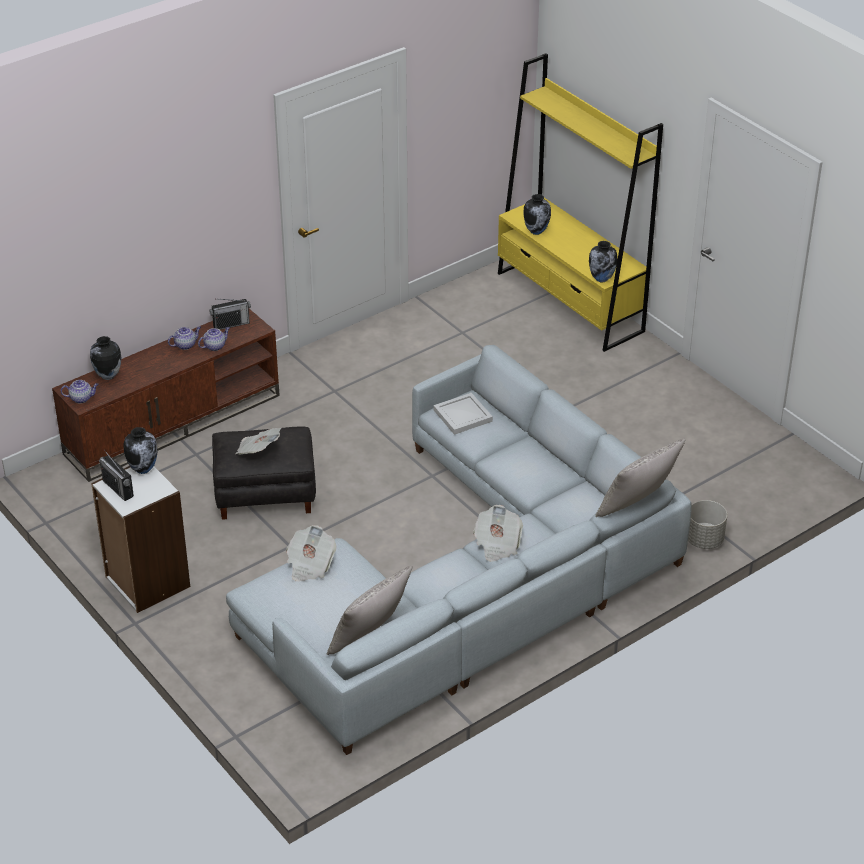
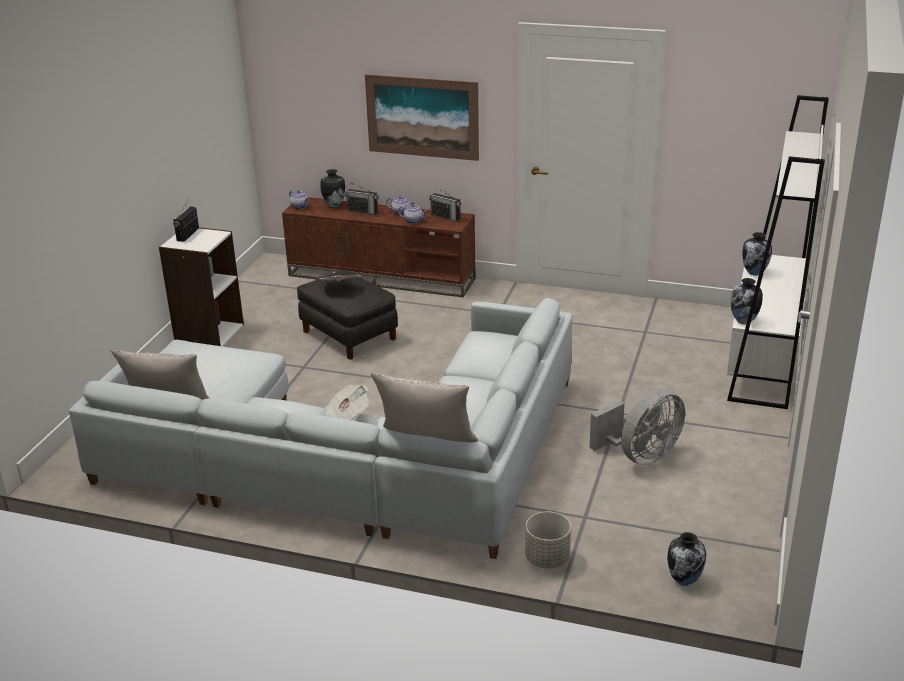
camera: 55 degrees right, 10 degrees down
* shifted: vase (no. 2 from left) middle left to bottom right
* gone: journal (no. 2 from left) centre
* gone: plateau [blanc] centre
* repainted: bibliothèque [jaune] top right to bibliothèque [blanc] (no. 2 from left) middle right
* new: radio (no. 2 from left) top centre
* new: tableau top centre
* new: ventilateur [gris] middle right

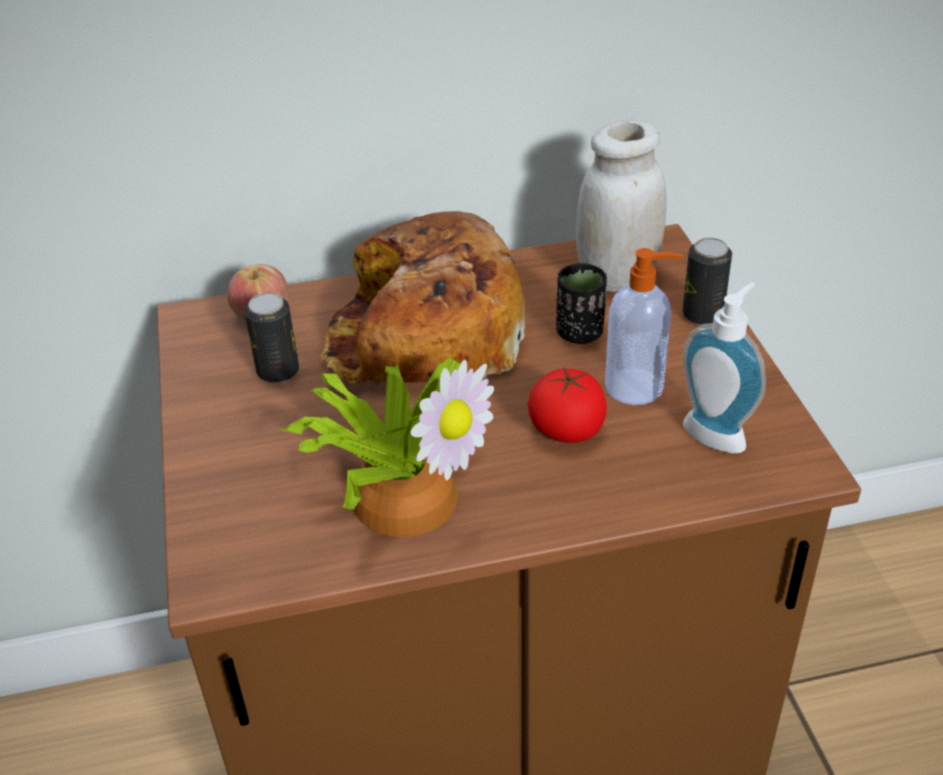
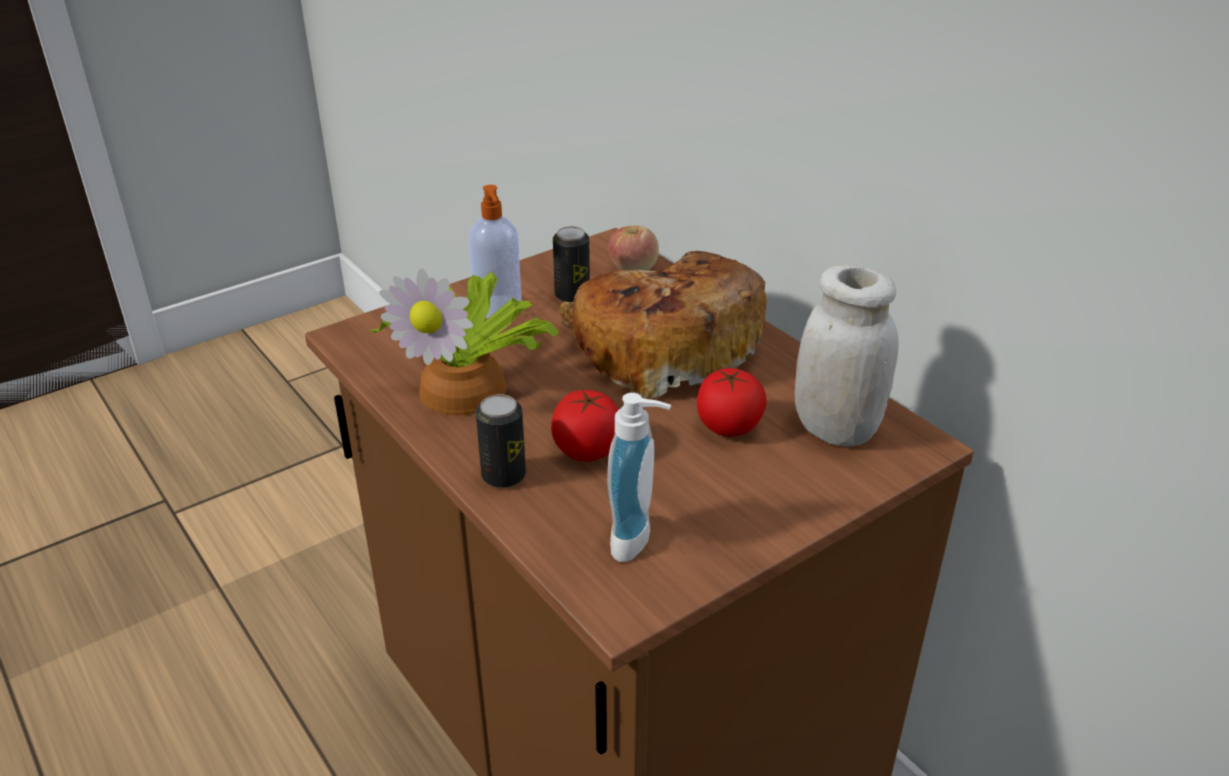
camera: 65 degrees right, 5 degrees down
* swapped: tasse [noir] centre to tomate (no. 2 from left) centre
* shifted: distributeur de savon (no. 1 from left) middle right to top centre
* shifted: boîte métallique (no. 2 from left in the first image) middle right to boîte métallique (no. 1 from left) centre

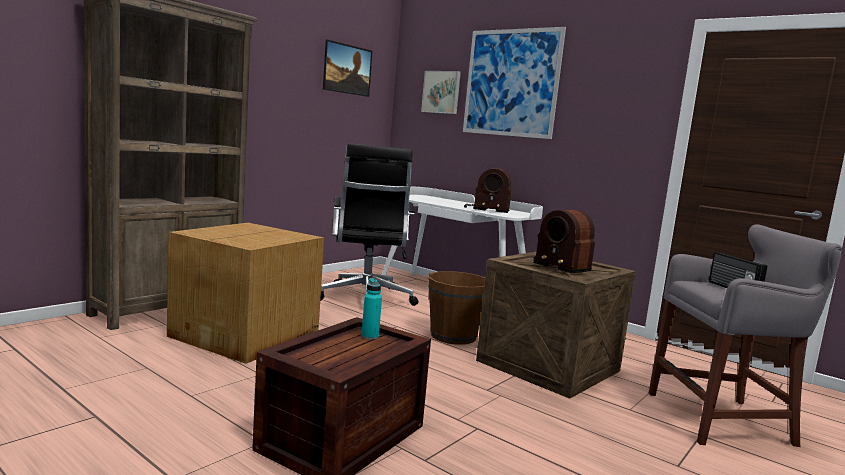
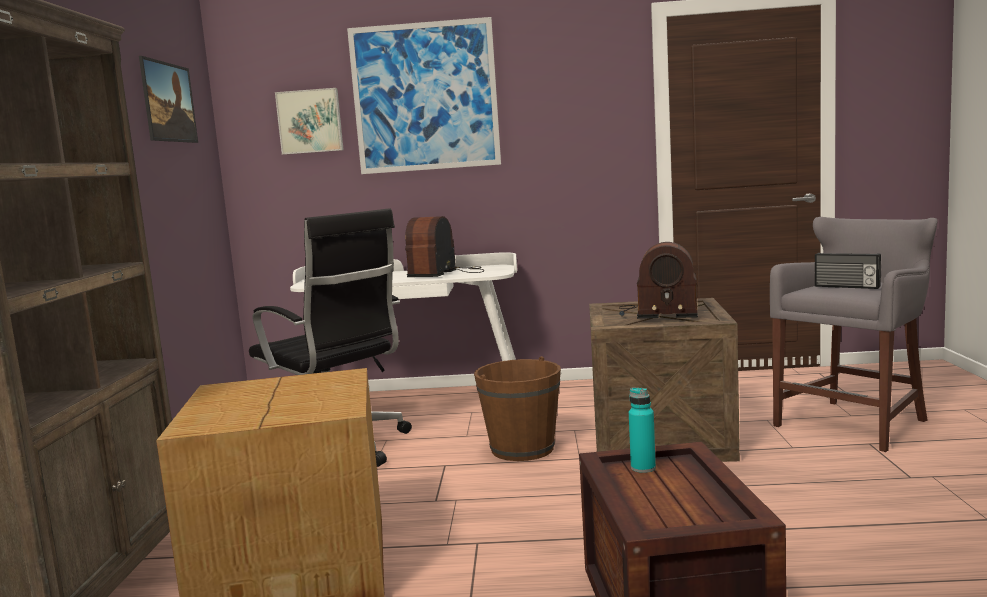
camera: 35 degrees left, 0 degrees up
* rotated: radio (no. 1 from left) centre = centre 135 degrees clockwise

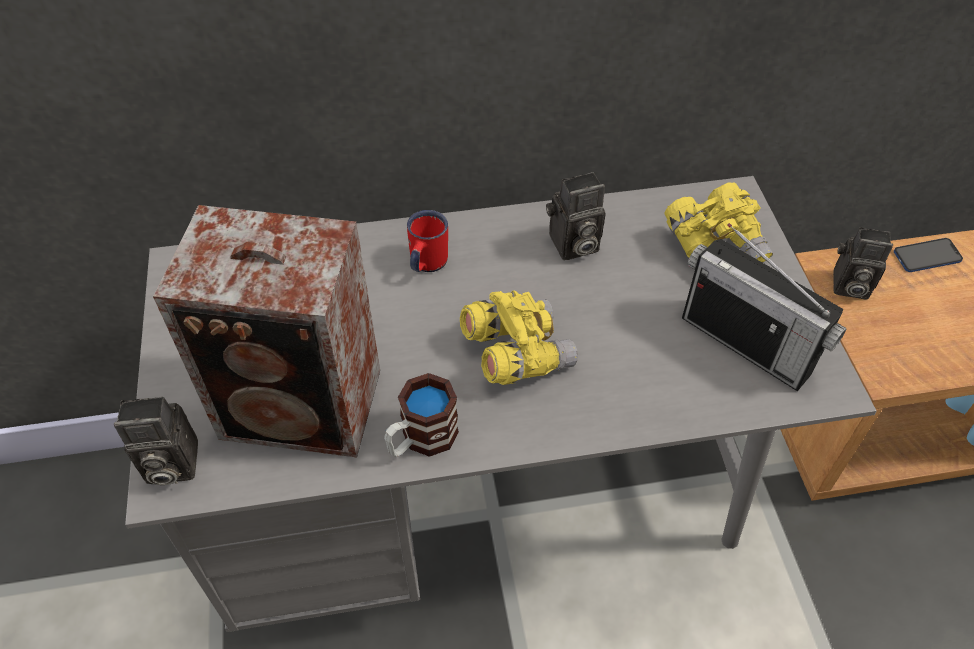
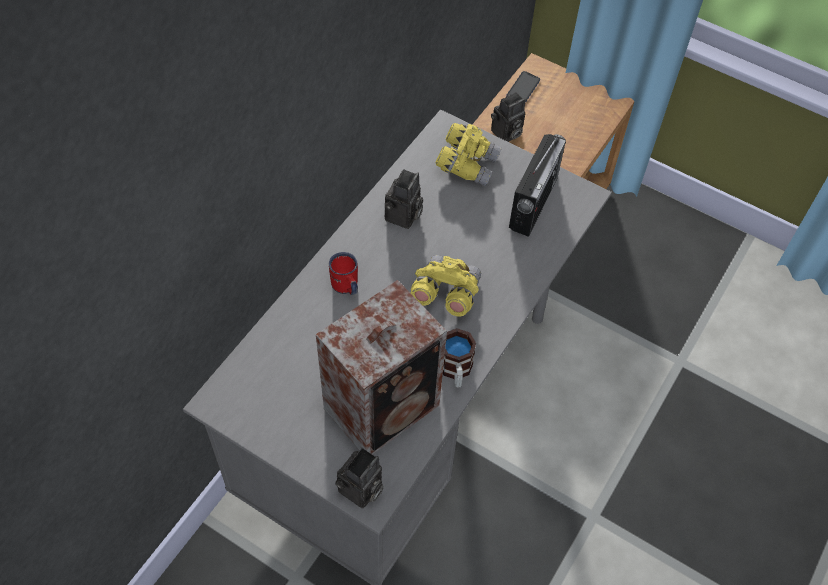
camera: 50 degrees left, 5 degrees up
* rotated: radio middle right = top centre 60 degrees counterclockwise

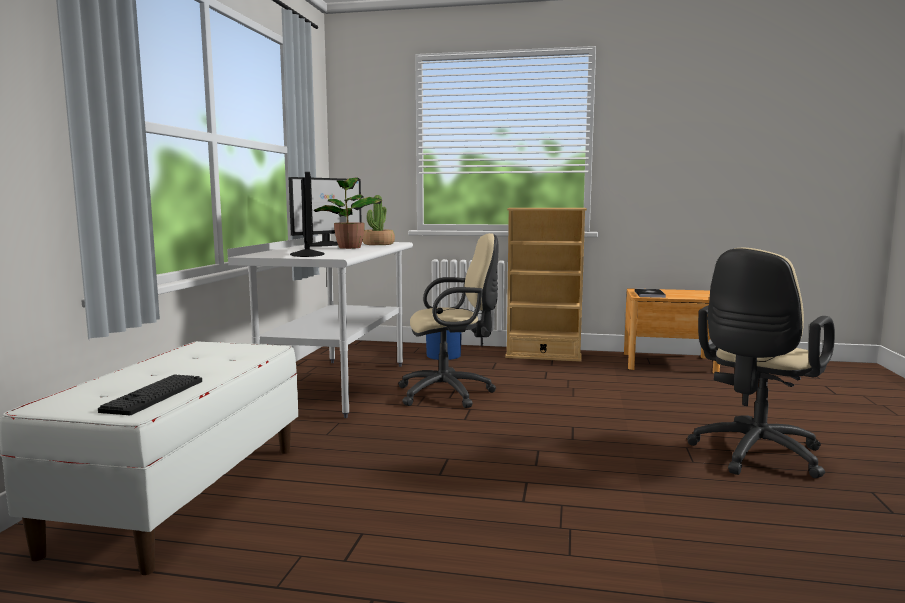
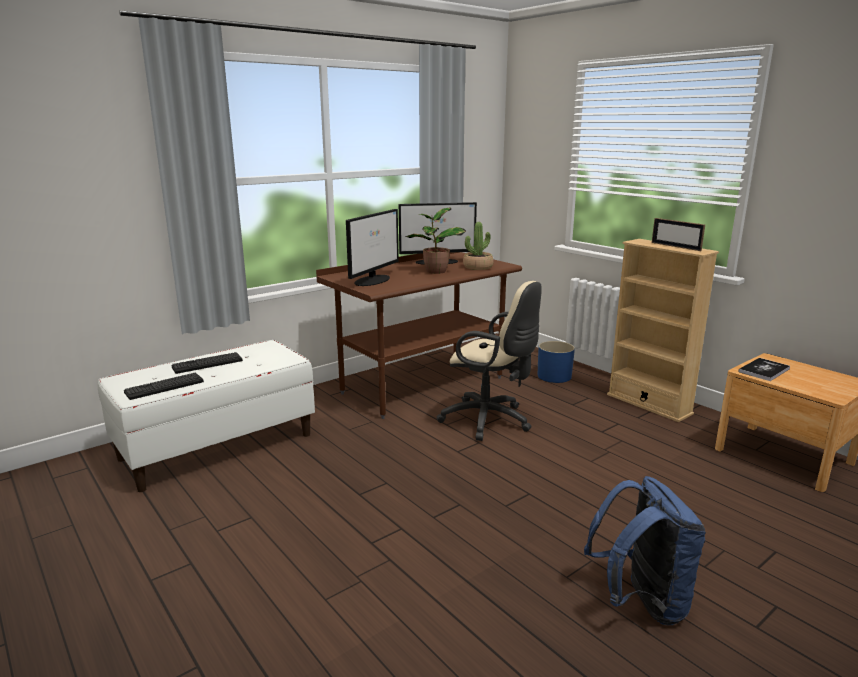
camera: 40 degrees right, 10 degrees up
* repainted: bureau [blanc] centre to bureau [marron] centre
* swapped: chaise de bureau [beige] (no. 2 from left) middle right to sac à dos [bleu] bottom right
* new: clavier (no. 2 from left) middle left
* new: cadre photo middle right

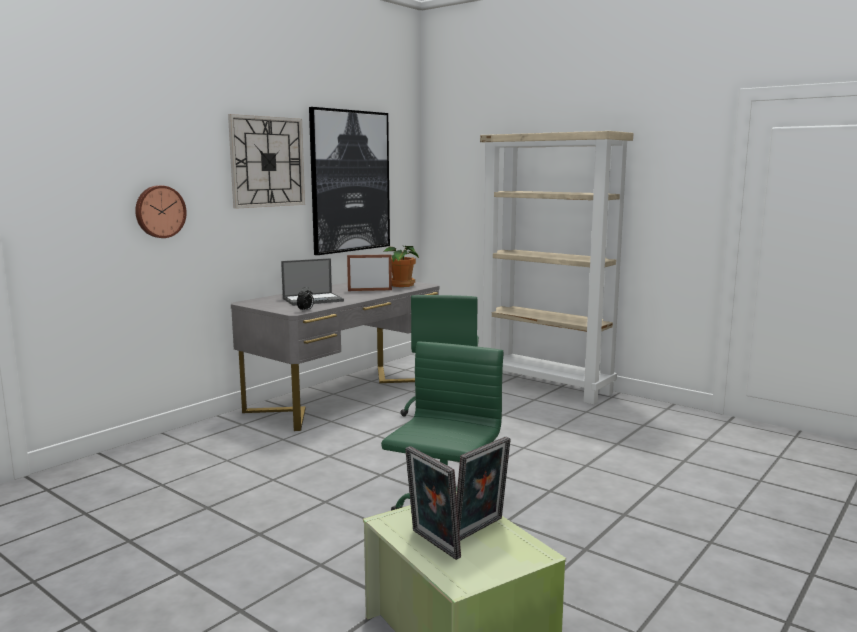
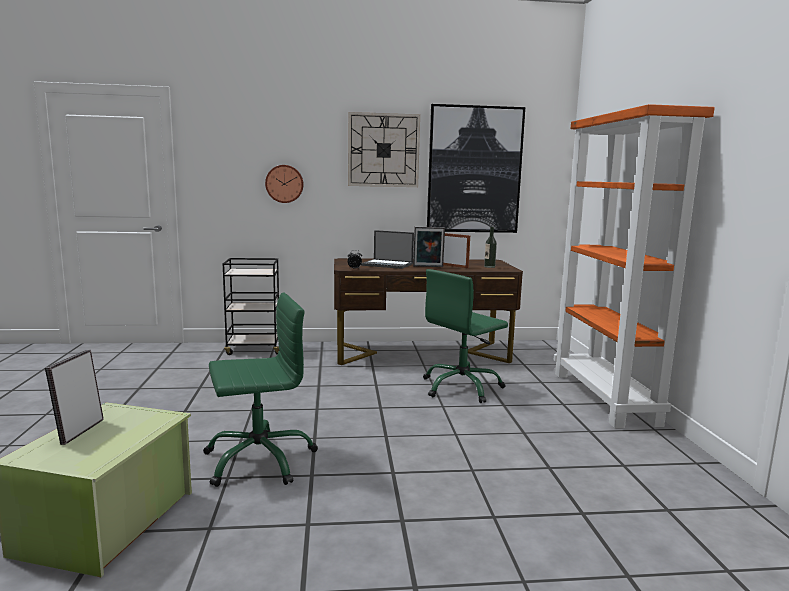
camera: 45 degrees right, 0 degrees up
* repainted: bureau [gris] centre to bureau [marron] centre
* swapped: plante en pot centre to bouteille centre
* shifted: cadre photo (no. 3 from left in the first image) bottom centre to cadre photo (no. 2 from left) centre
* repainted: bibliothèque [beige] centre to bibliothèque [orange] middle right
* new: chariot [noir] middle left

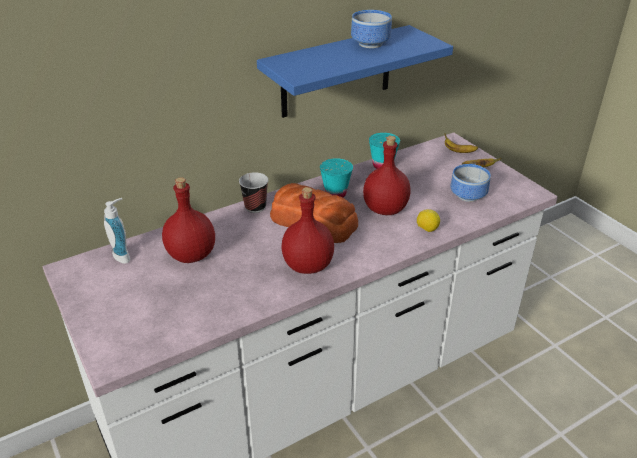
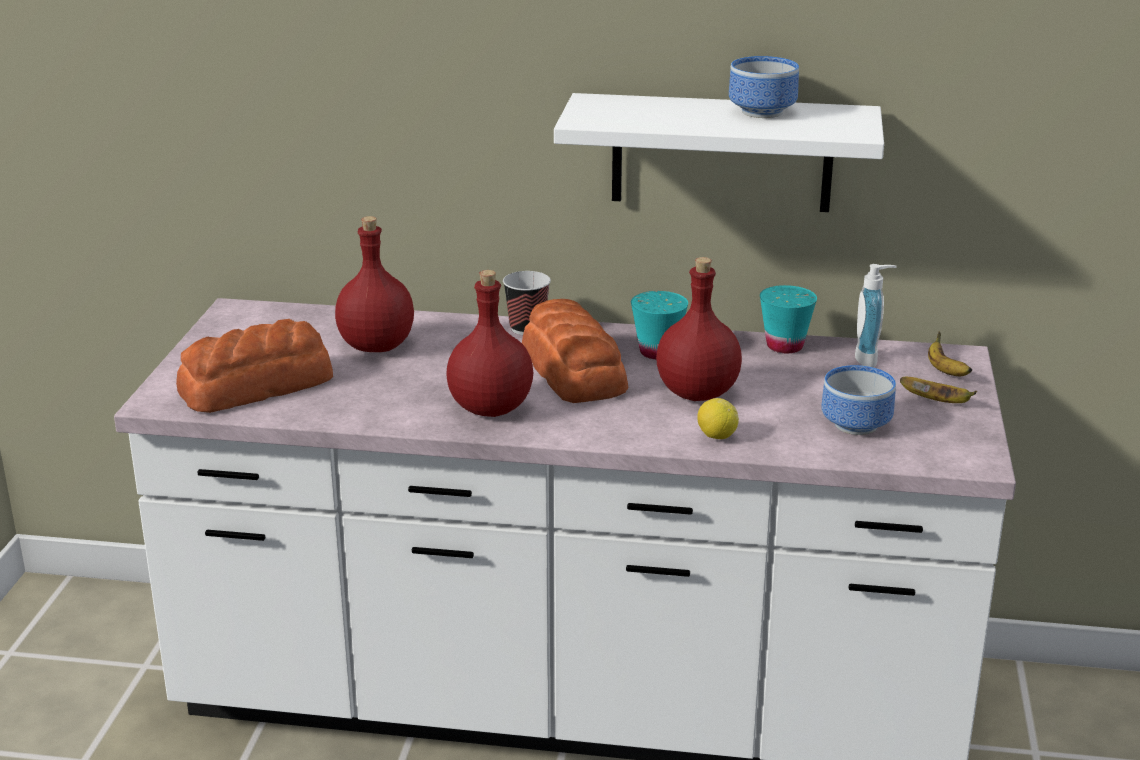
camera: 40 degrees right, 10 degrees down
* shifted: distributeur de savon middle left to middle right
* repainted: étagère [bleu] top centre to étagère [blanc] top centre
* new: pain (no. 1 from left) middle left

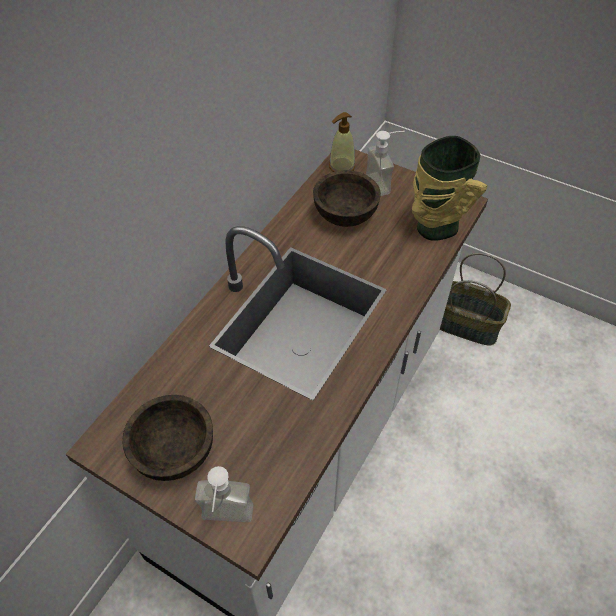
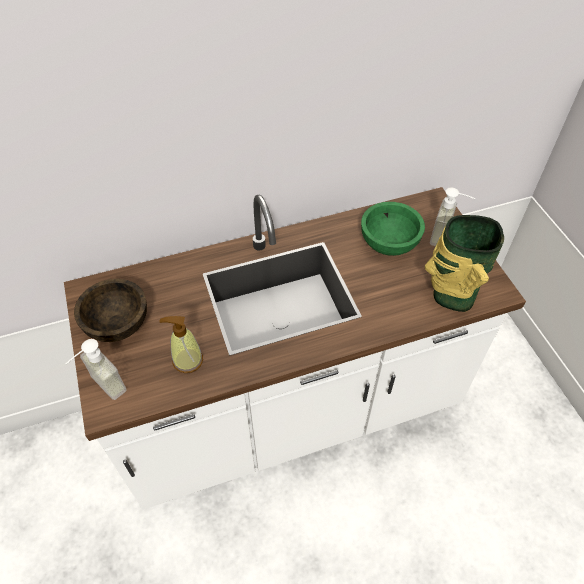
camera: 40 degrees right, 0 degrees up
* repainted: bol [marron] (no. 2 from left) top centre to bol [vert] middle right
* shifted: distributeur de savon (no. 2 from left) top centre to middle left
* gone: panier middle right

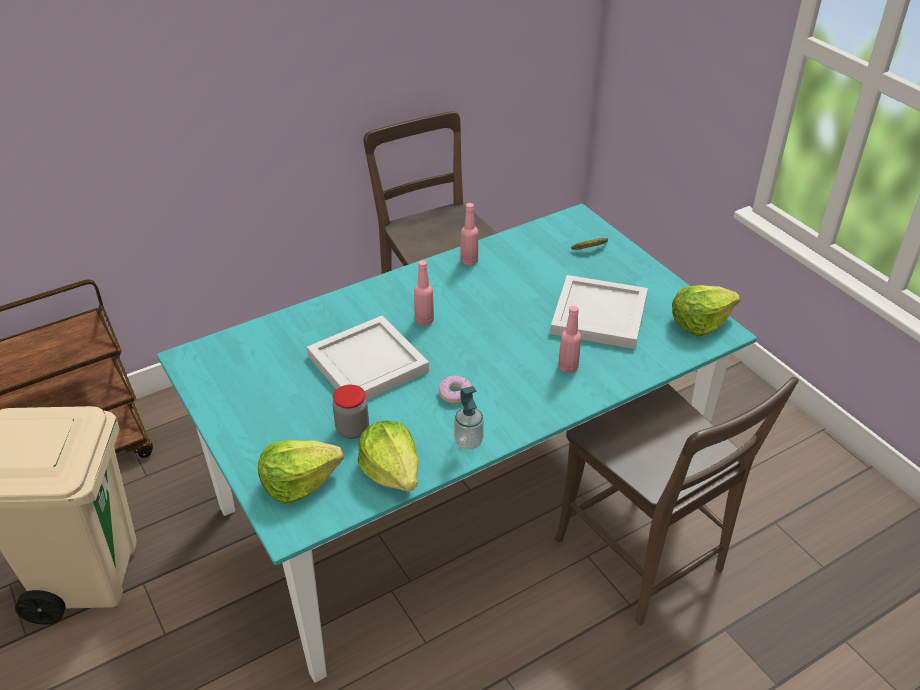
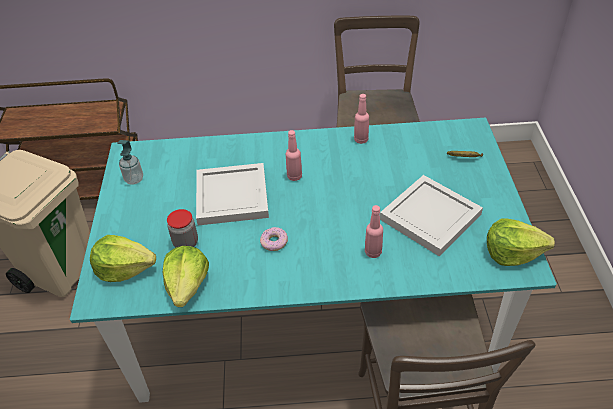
camera: 30 degrees right, 5 degrees up
* shifted: distributeur de savon centre to middle left

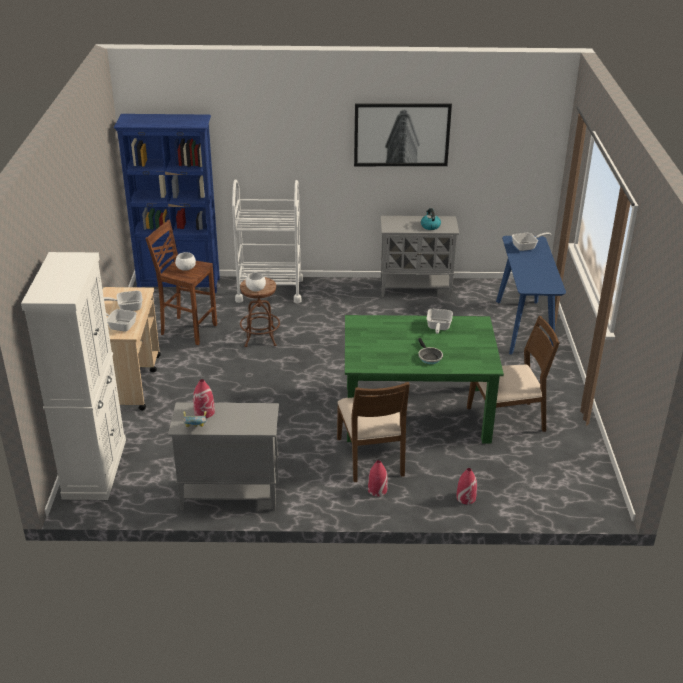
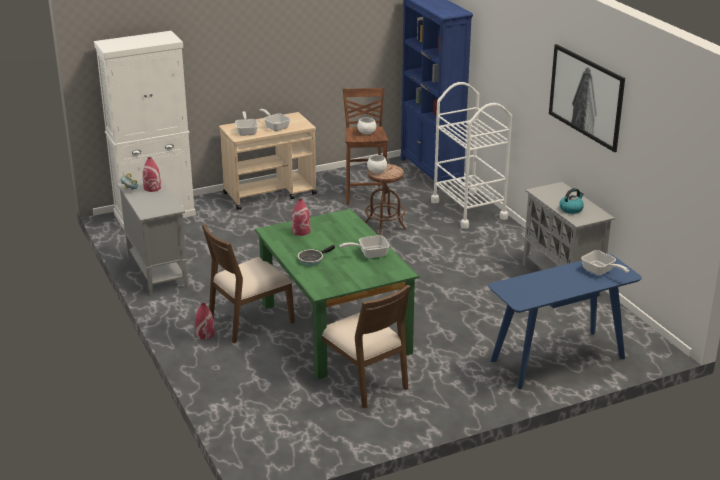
camera: 65 degrees right, 5 degrees down
* shifted: vase [rouge] (no. 3 from left) bottom right to centre

